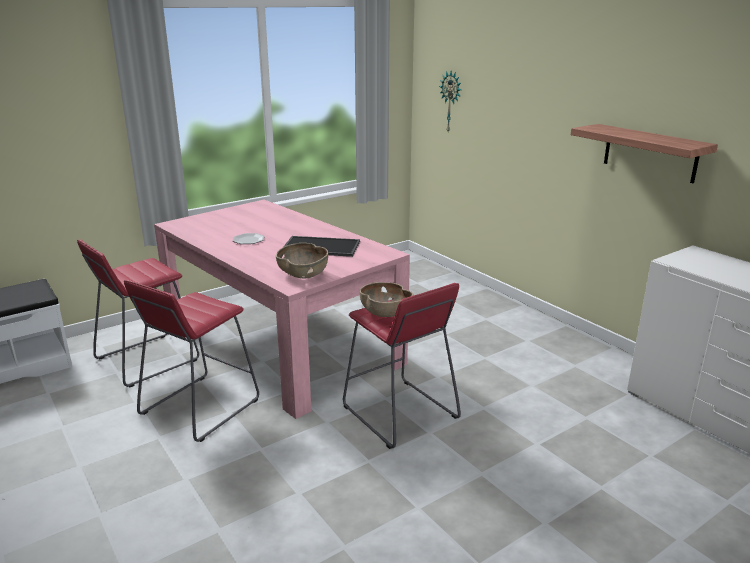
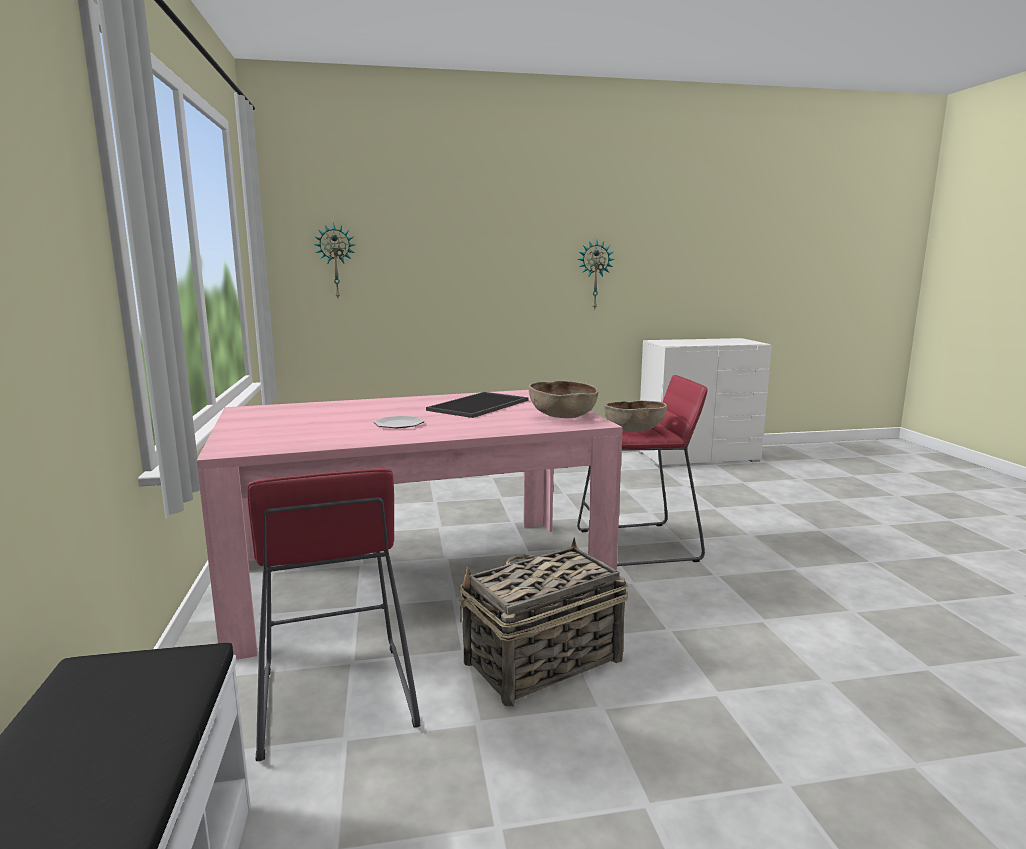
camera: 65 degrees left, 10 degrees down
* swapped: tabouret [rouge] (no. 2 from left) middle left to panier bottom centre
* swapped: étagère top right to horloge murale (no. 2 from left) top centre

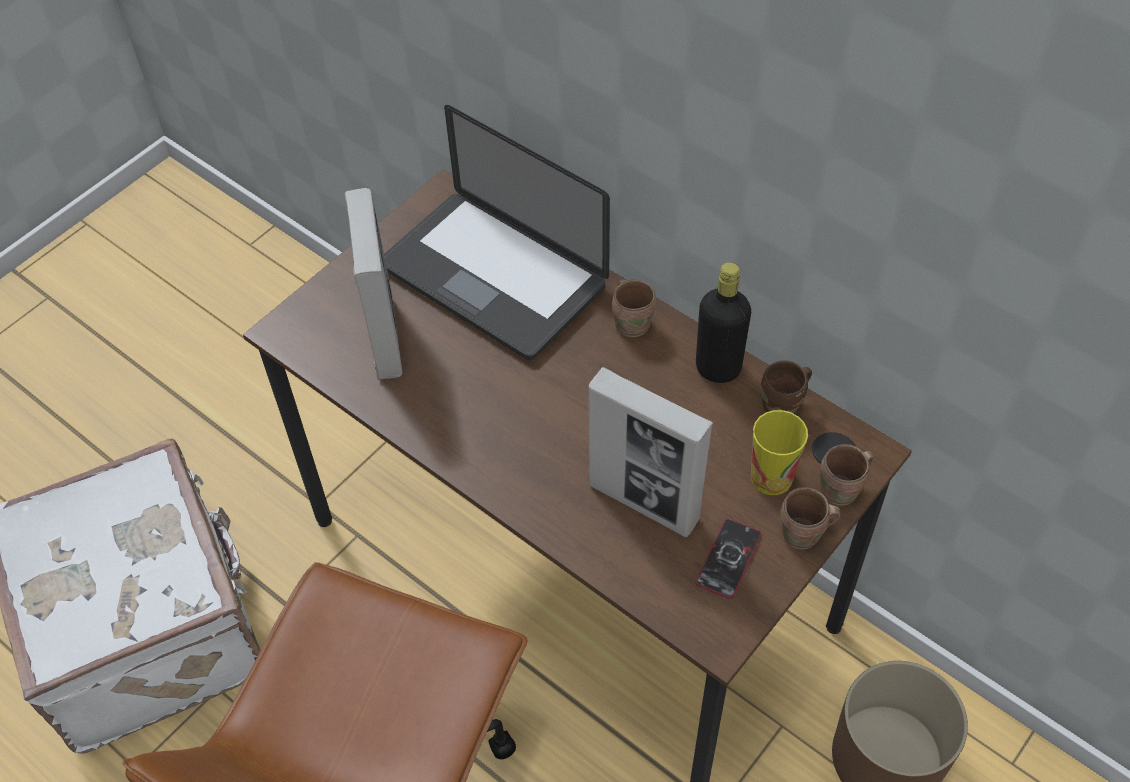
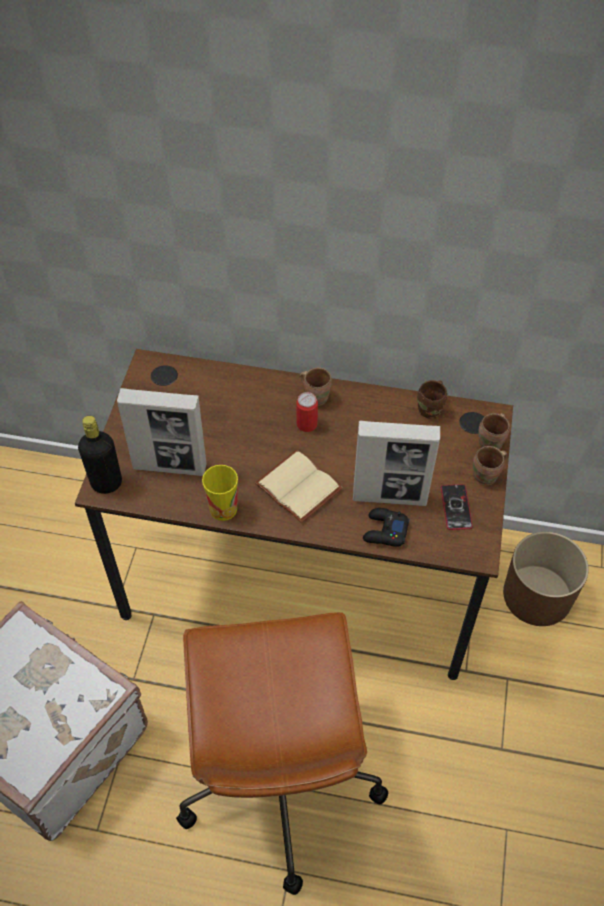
camera: 30 degrees left, 0 degrees up
* rotated: cadre photo (no. 1 from left) middle left = middle left 135 degrees clockwise
* gone: ordinateur portable top centre
* shifted: bouteille [noir] centre to middle left
* shifted: tasse middle right to centre
* new: livre [beige] centre
* new: boîte métallique centre
* new: manette [noir] centre

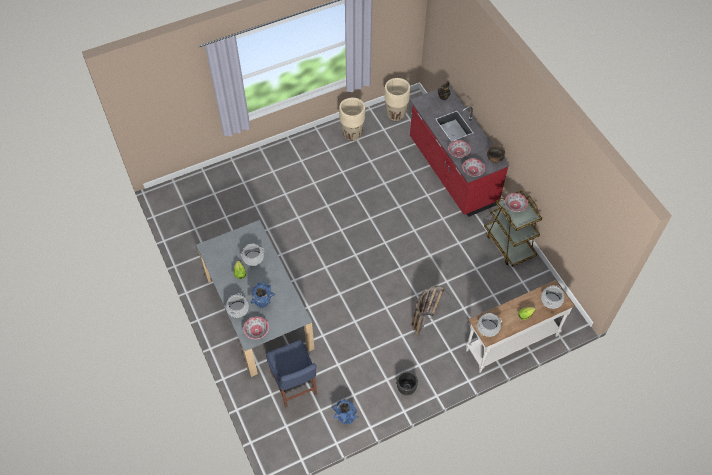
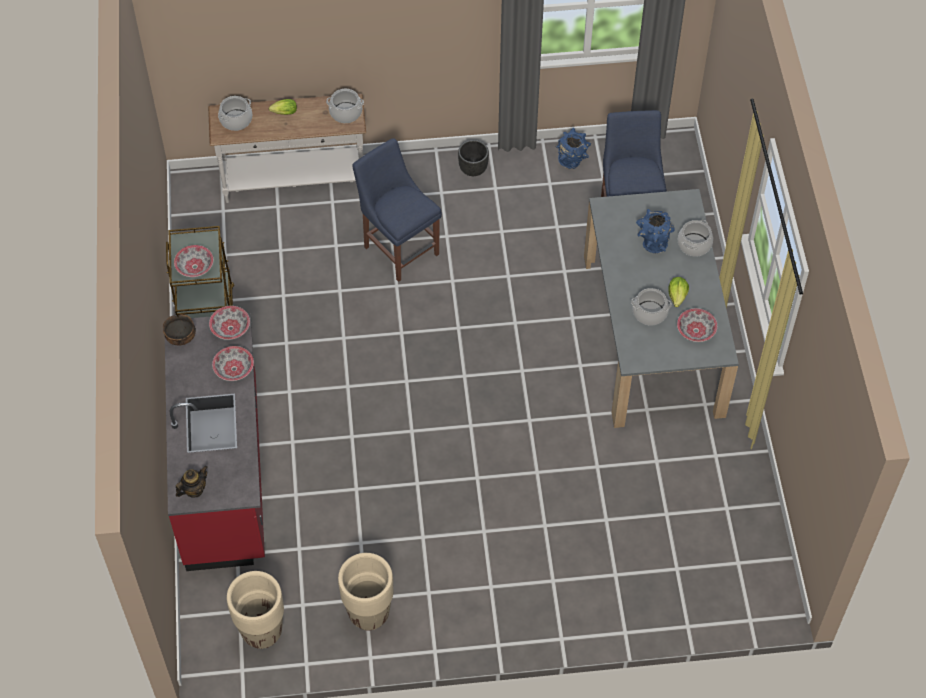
camera: 160 degrees left, 0 degrees up
* shifted: bol (no. 1 from left in the first image) bottom centre to bol (no. 5 from left) middle right
* swapped: panier centre to chaise [bleu] (no. 1 from left) top centre

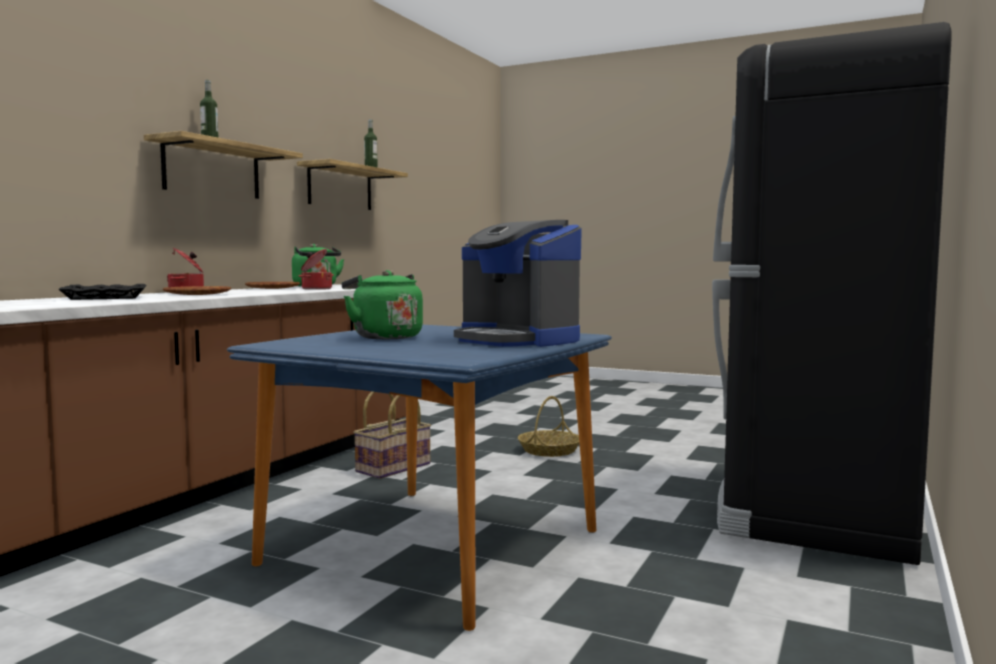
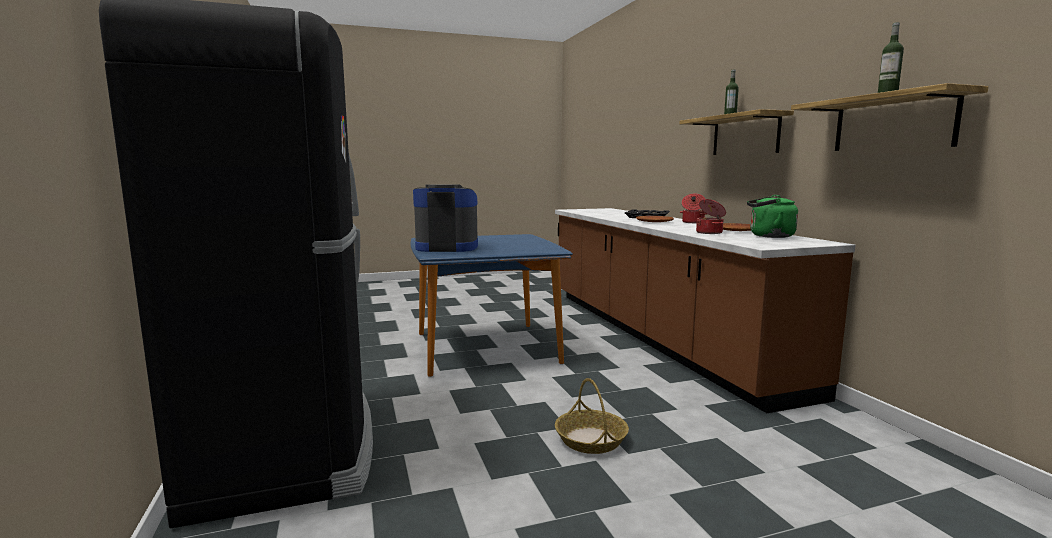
camera: 135 degrees right, 5 degrees up
* gone: bouilloire [vert] (no. 2 from left) centre
* gone: panier (no. 1 from left) centre

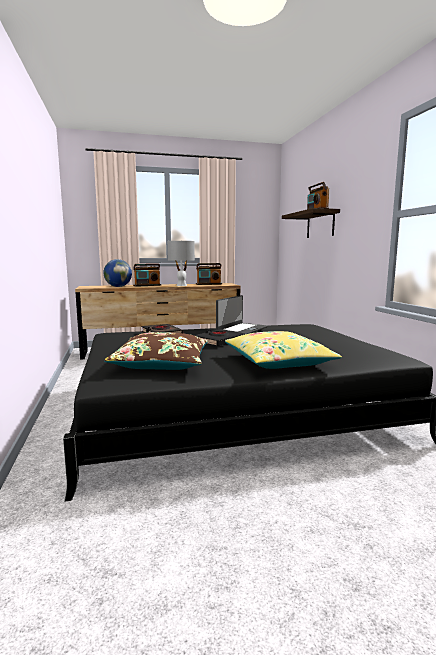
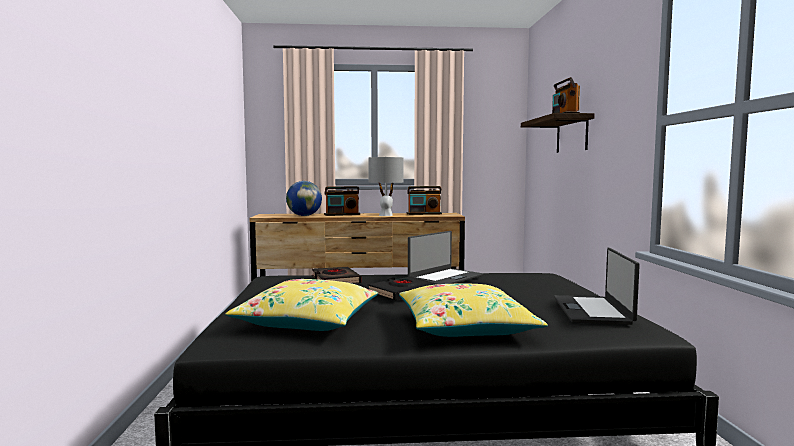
camera: 10 degrees right, 5 degrees down
* repainted: coussin [marron] centre to coussin [jaune] (no. 1 from left) bottom centre
* new: ordinateur portable (no. 2 from left) middle right

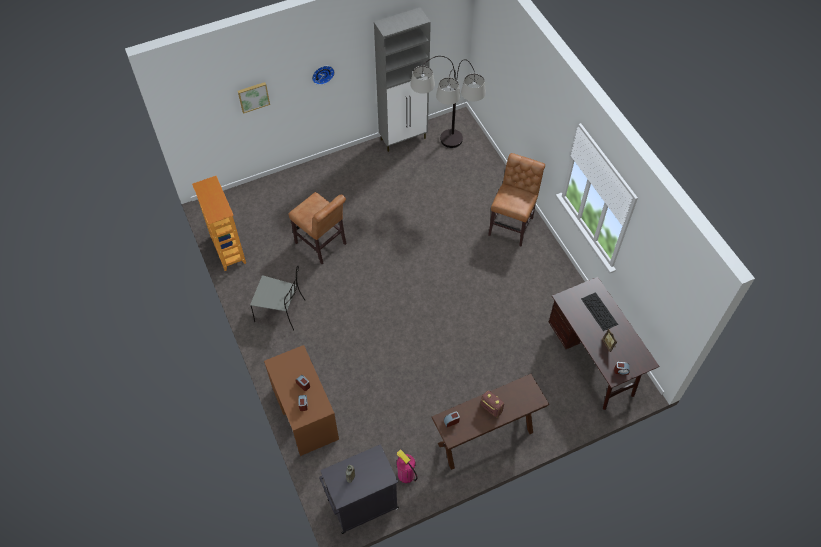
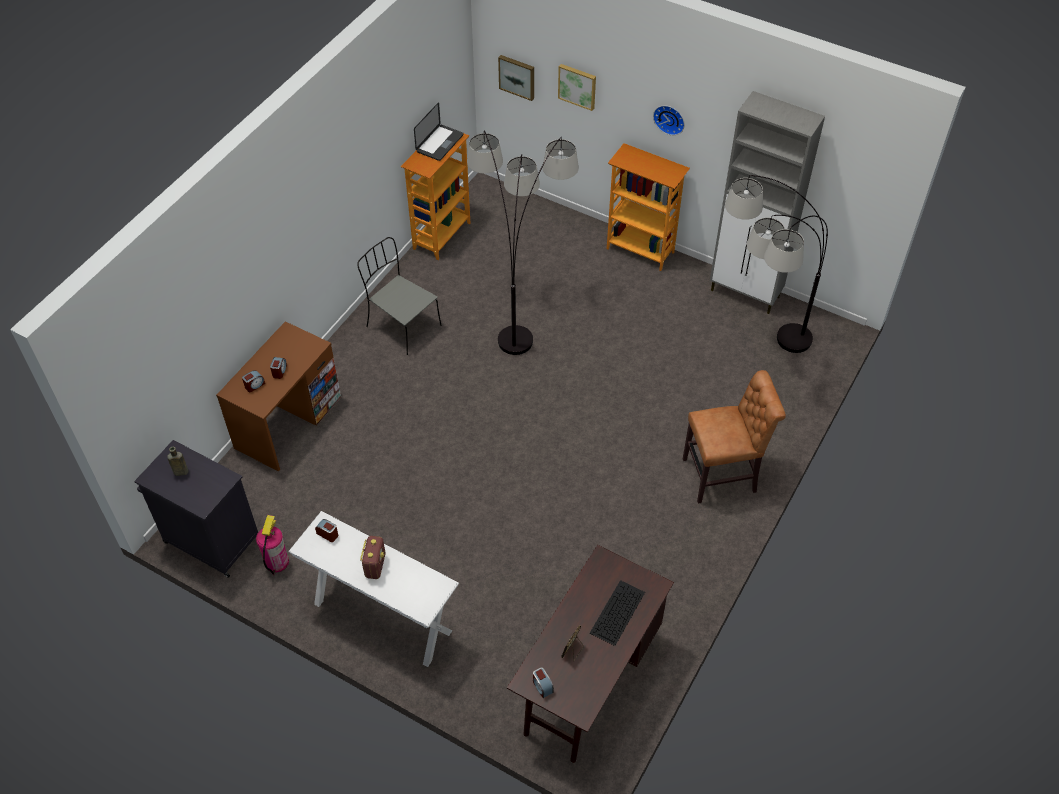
camera: 55 degrees right, 5 degrees down
* rotated: chaise [gris] centre = centre 150 degrees clockwise
* swapped: chaise [marron] (no. 1 from left) centre to lampadaire (no. 1 from left) top centre
* repainted: table console [marron] bottom centre to table console [blanc] bottom centre
* new: ordinateur portable top centre
* new: tableau (no. 1 from left) top centre
* new: bibliothèque (no. 2 from left) top centre

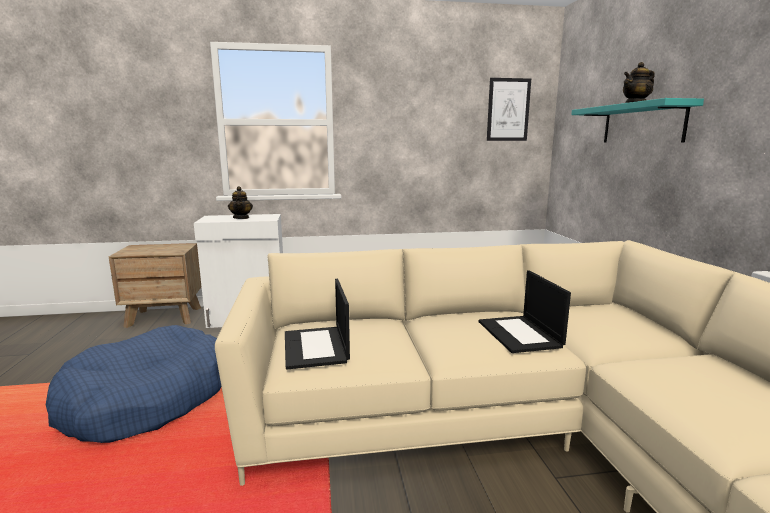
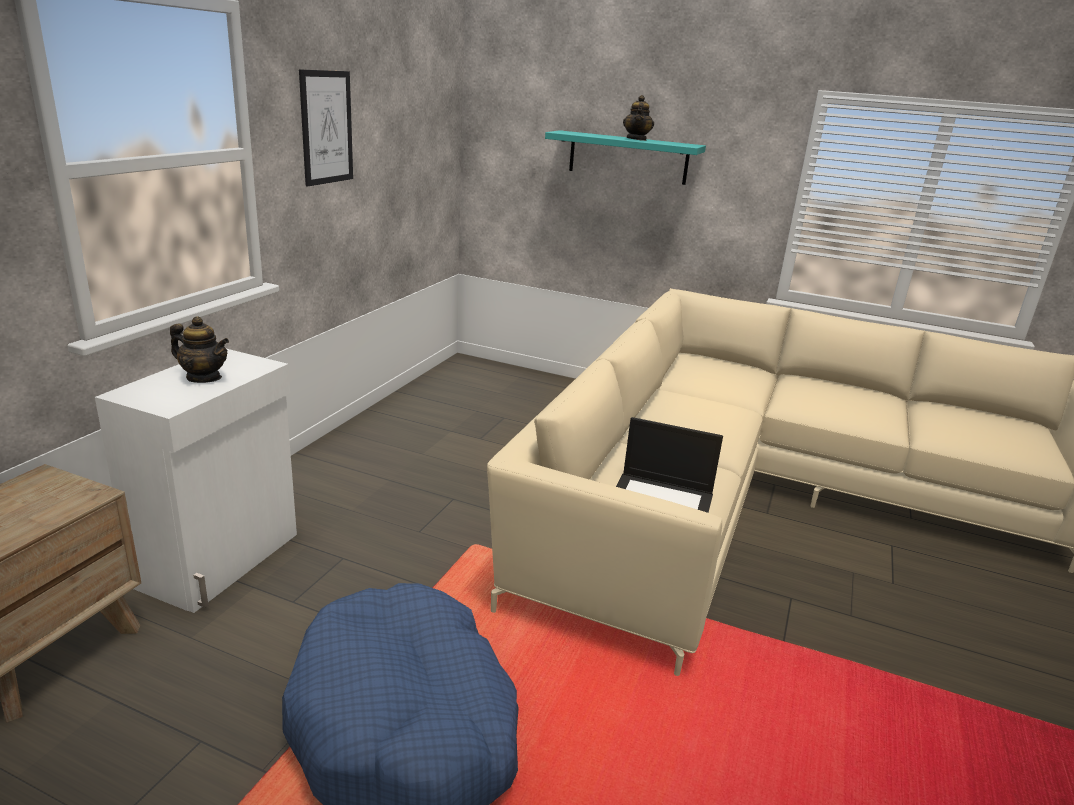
camera: 60 degrees left, 10 degrees up
* gone: ordinateur portable (no. 2 from left) middle right
* shifted: tableau top centre to top left

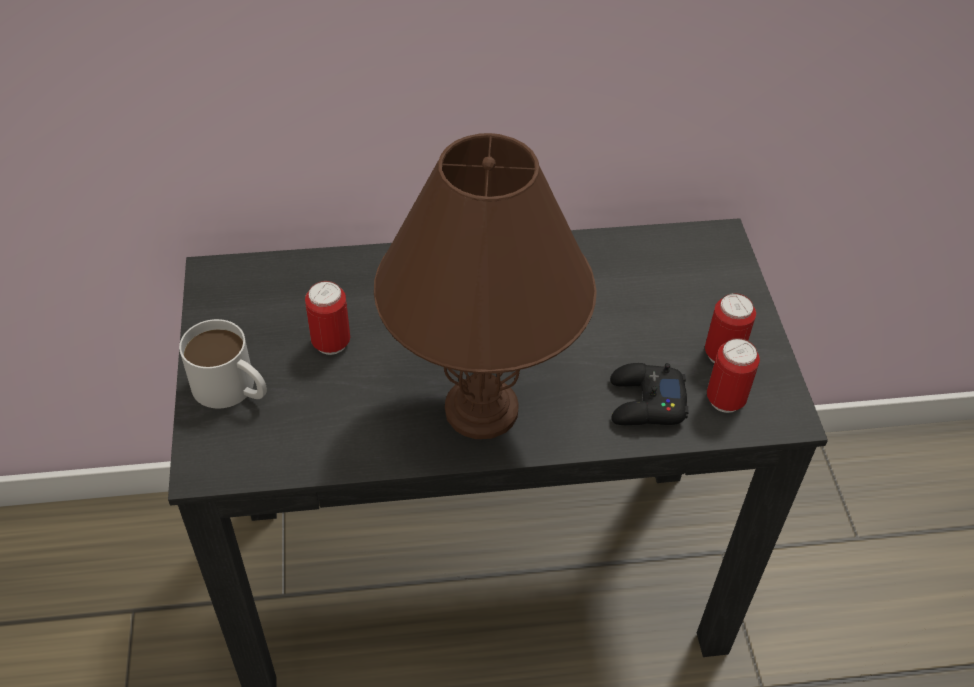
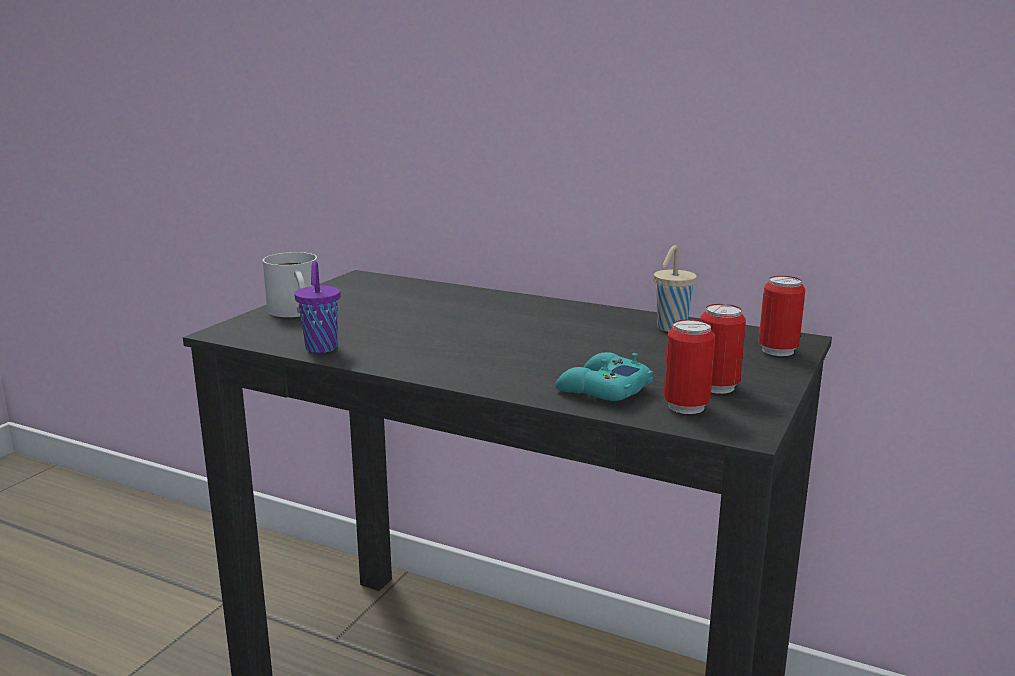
camera: 35 degrees right, 30 degrees down
* shifted: boîte métallique (no. 1 from left in the first image) centre to boîte métallique (no. 3 from left) middle right
* gone: lampe de table [marron] centre
* repainted: manette [noir] centre to manette [turquoise] centre
* new: tasse [violet] middle left
* new: tasse [beige] centre

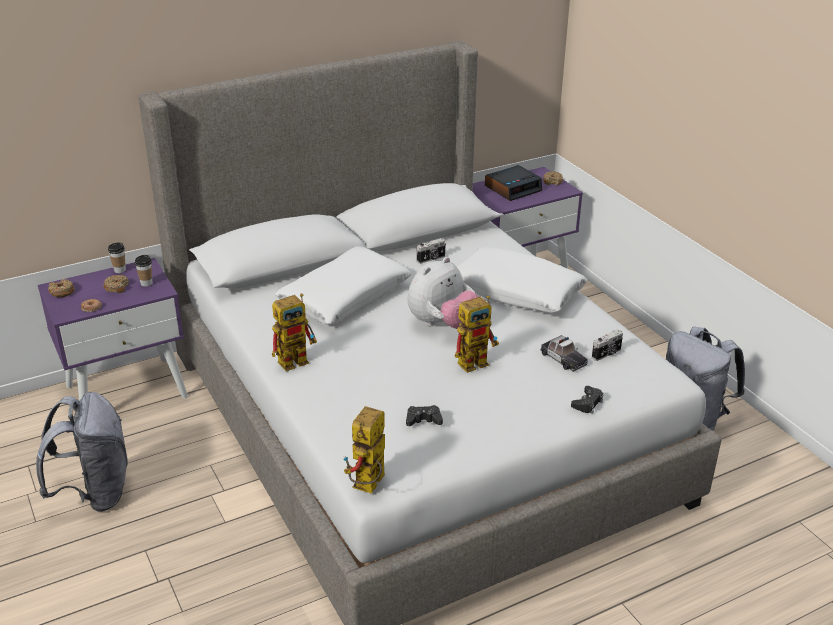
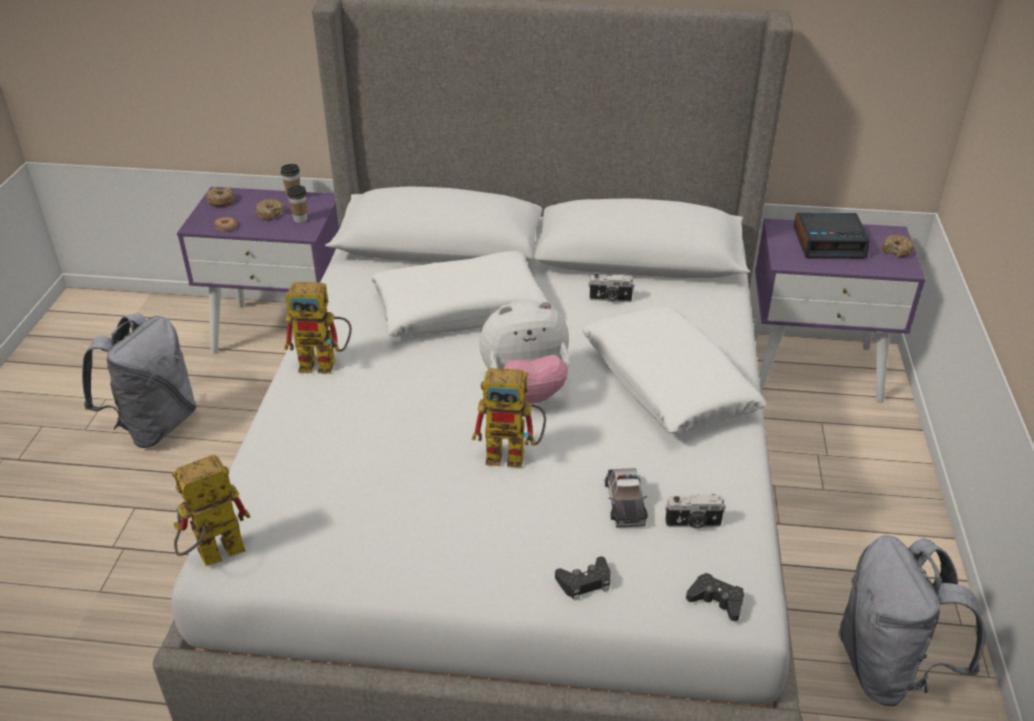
camera: 35 degrees right, 5 degrees up
* shifted: manette [noir] (no. 1 from left in the first image) centre to manette [noir] (no. 2 from left) bottom right

